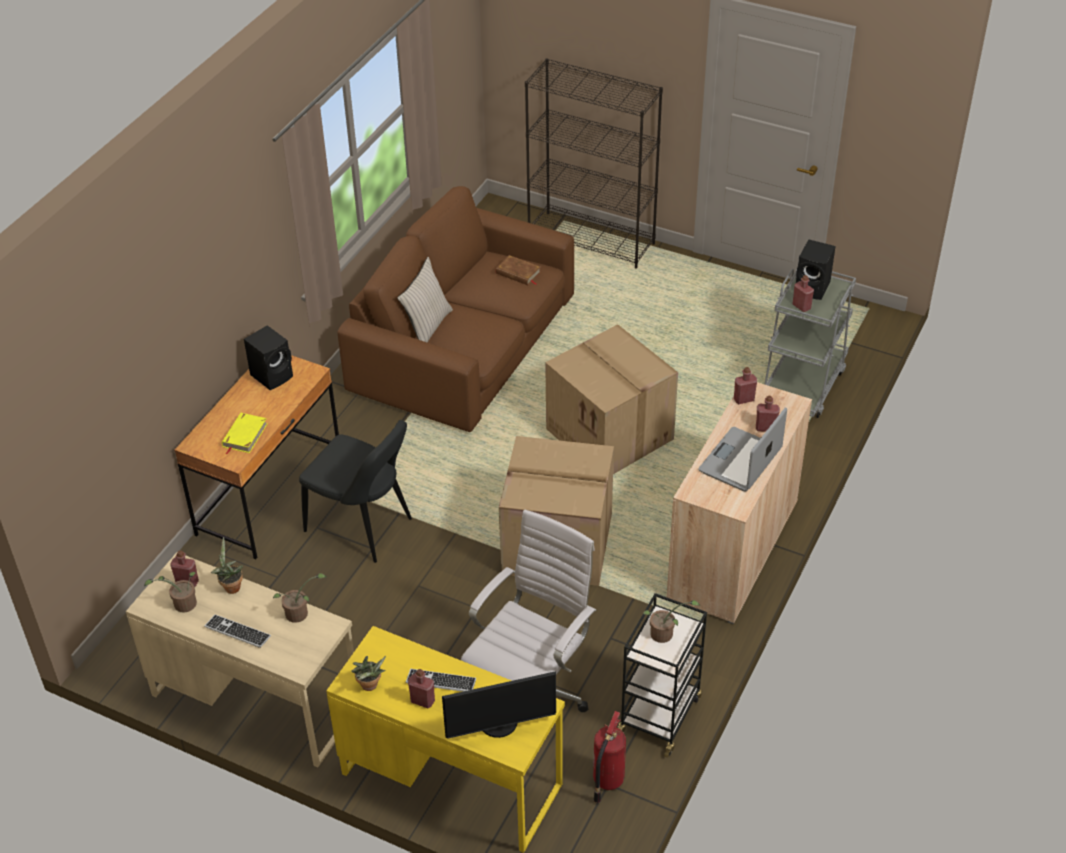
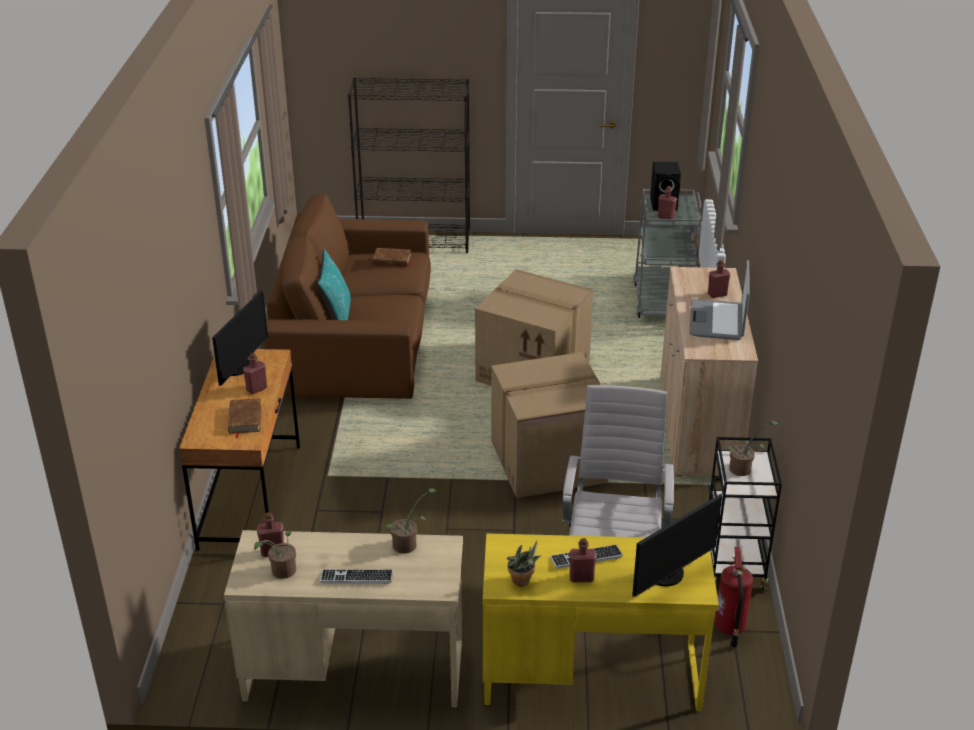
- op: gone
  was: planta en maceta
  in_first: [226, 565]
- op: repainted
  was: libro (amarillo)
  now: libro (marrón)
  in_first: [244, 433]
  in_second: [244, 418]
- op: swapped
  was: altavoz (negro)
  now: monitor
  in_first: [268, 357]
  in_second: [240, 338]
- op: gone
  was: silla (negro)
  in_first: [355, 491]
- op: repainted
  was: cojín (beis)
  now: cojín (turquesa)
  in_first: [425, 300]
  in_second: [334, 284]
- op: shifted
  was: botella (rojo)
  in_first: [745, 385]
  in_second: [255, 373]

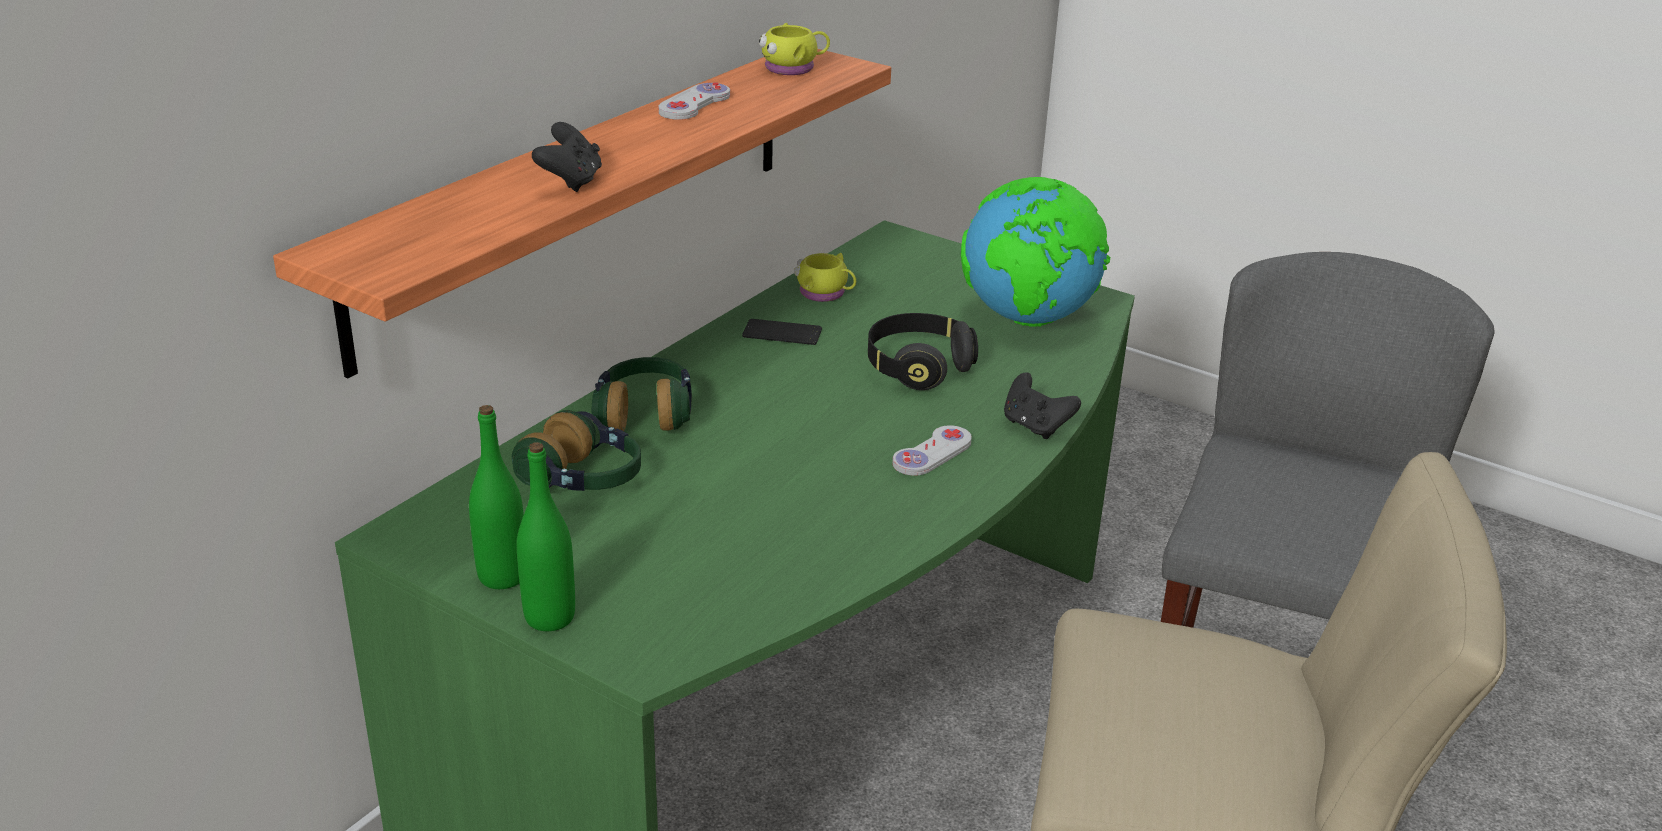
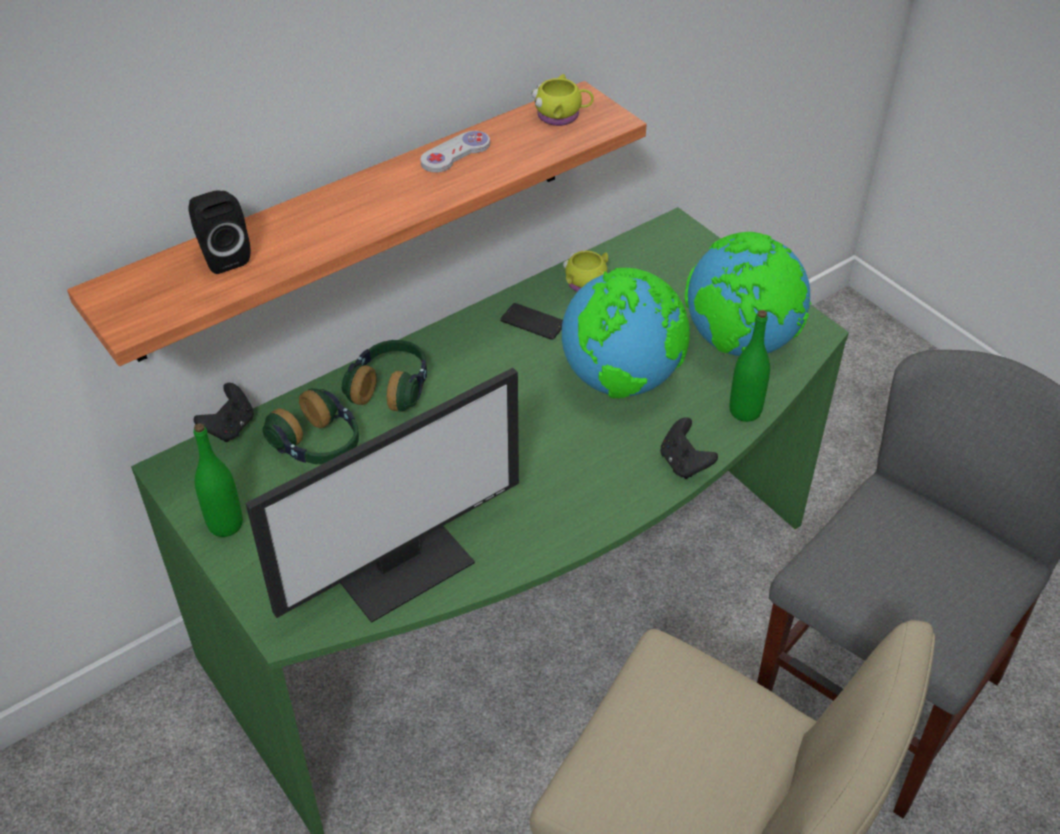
- op: shifted
  was: botella (verde)
  in_first: [546, 536]
  in_second: [750, 366]
- op: shifted
  was: mando de consola (negro)
  in_first: [567, 157]
  in_second: [224, 412]
- op: swapped
  was: auriculares (negro)
  now: globo terráqueo
  in_first: [923, 351]
  in_second: [626, 333]
- op: gone
  was: mando de consola (blanco)
  in_first: [932, 450]
- op: new
  now: altavoz (negro)
  in_second: [219, 232]
- op: new
  now: monitor
  in_second: [382, 495]

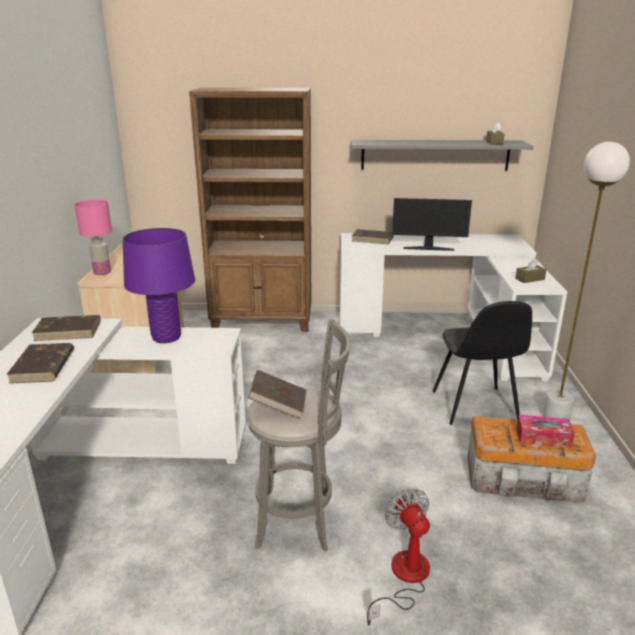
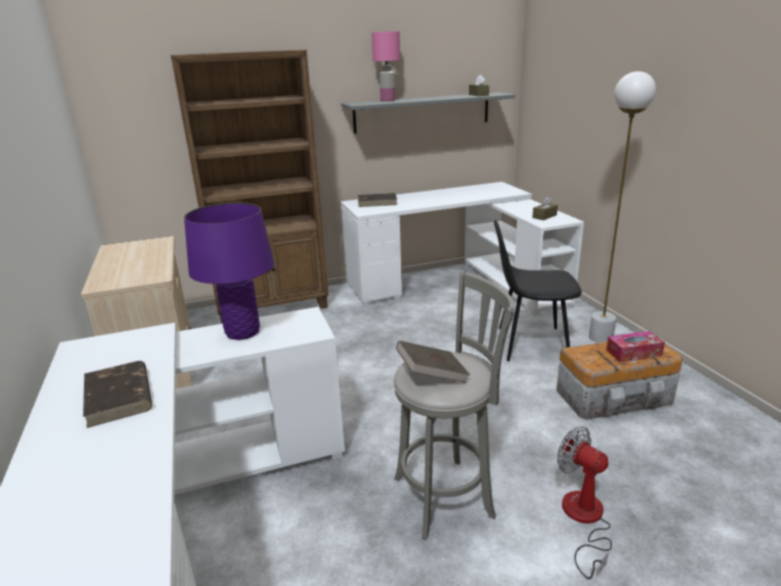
- op: gone
  was: libro (marrón)
  in_first: [66, 328]
- op: shifted
  was: lámpara de mesa (rosa)
  in_first: [93, 237]
  in_second: [386, 66]
- op: gone
  was: monitor
  in_first: [432, 224]
- op: rotated
  was: silla (negro)
  in_first: [482, 363]
  in_second: [538, 290]
  clockwise: 120

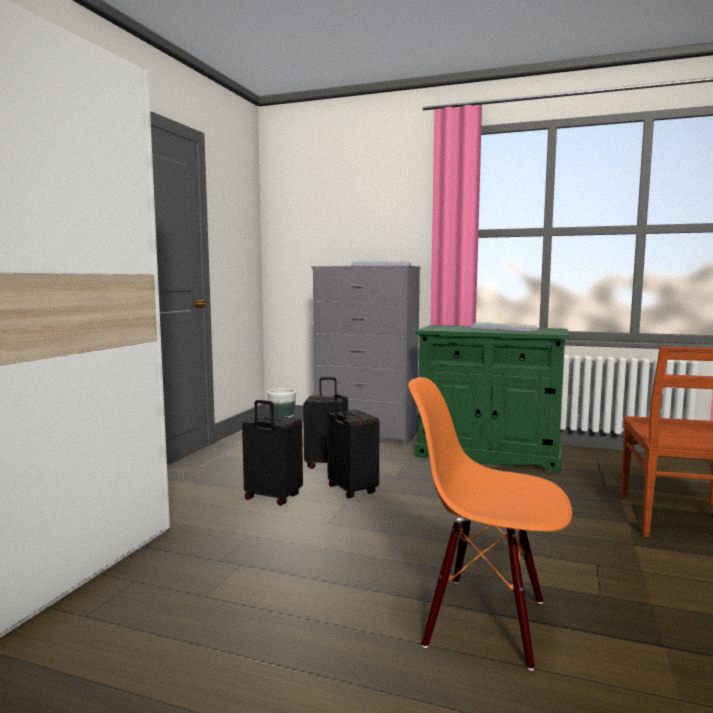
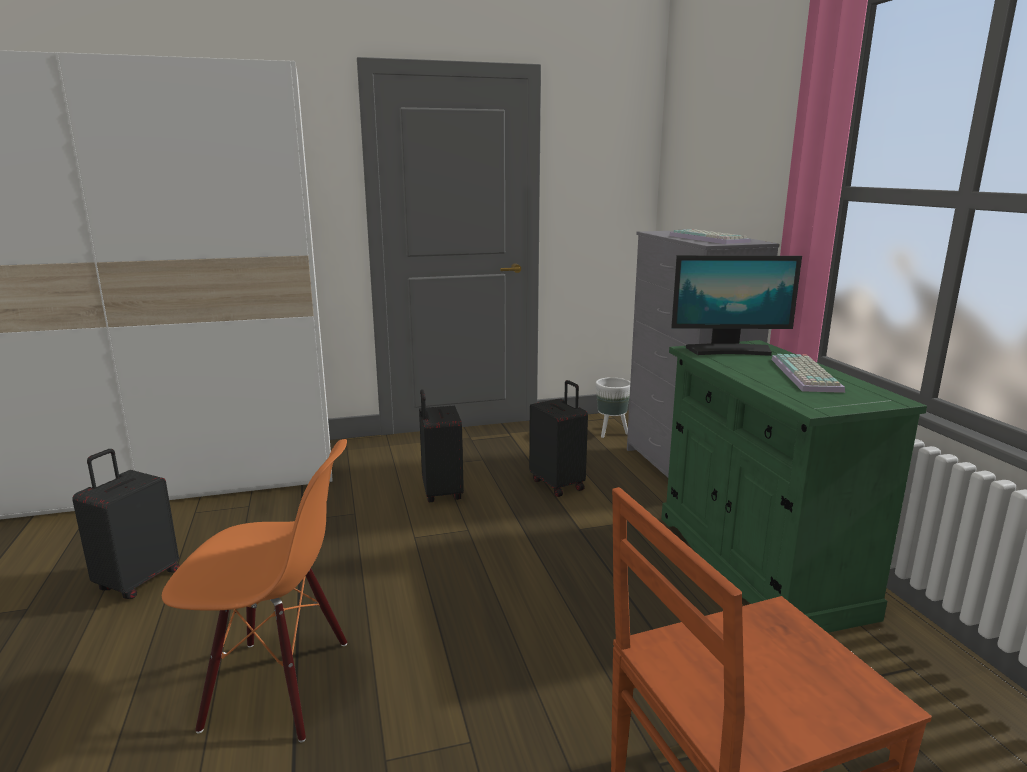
- op: shifted
  was: maleta (negro)
  in_first: [353, 446]
  in_second: [126, 524]
- op: rotated
  was: silla (naranja)
  in_first: [490, 524]
  in_second: [254, 590]
  clockwise: 105
- op: new
  now: monitor
  in_second: [736, 305]

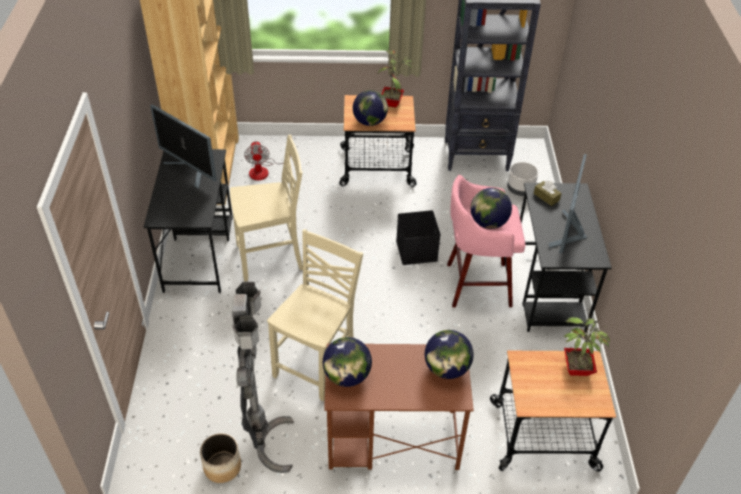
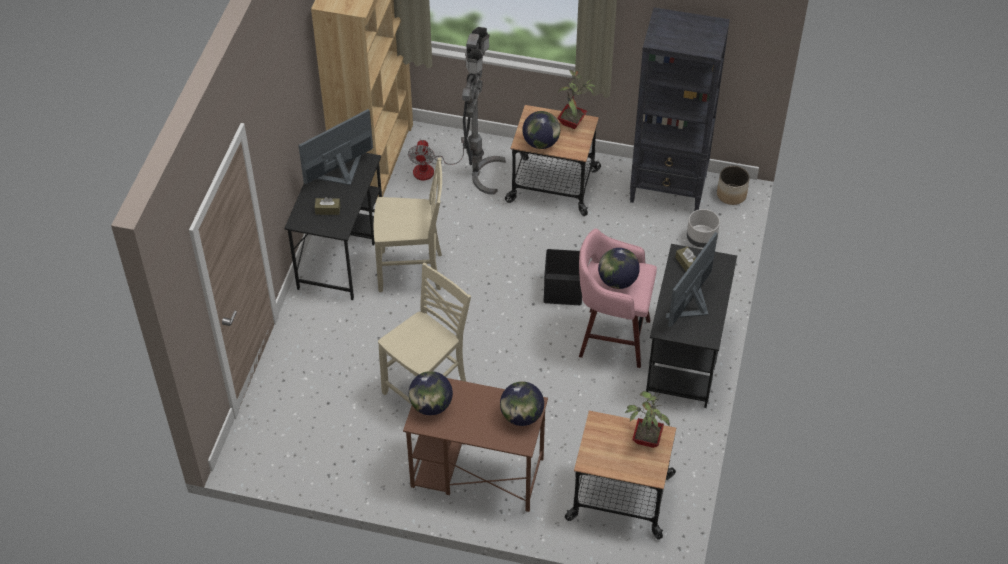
- op: rotated
  was: monitor
  in_first: [183, 146]
  in_second: [335, 147]
  clockwise: 90
- op: shifted
  was: maceta
  in_first: [220, 458]
  in_second: [733, 185]
- op: shifted
  was: lámpara de pie (gris)
  in_first: [263, 377]
  in_second: [484, 111]
- op: new
  now: caja de pañuelos (marrón)
  in_second: [327, 206]

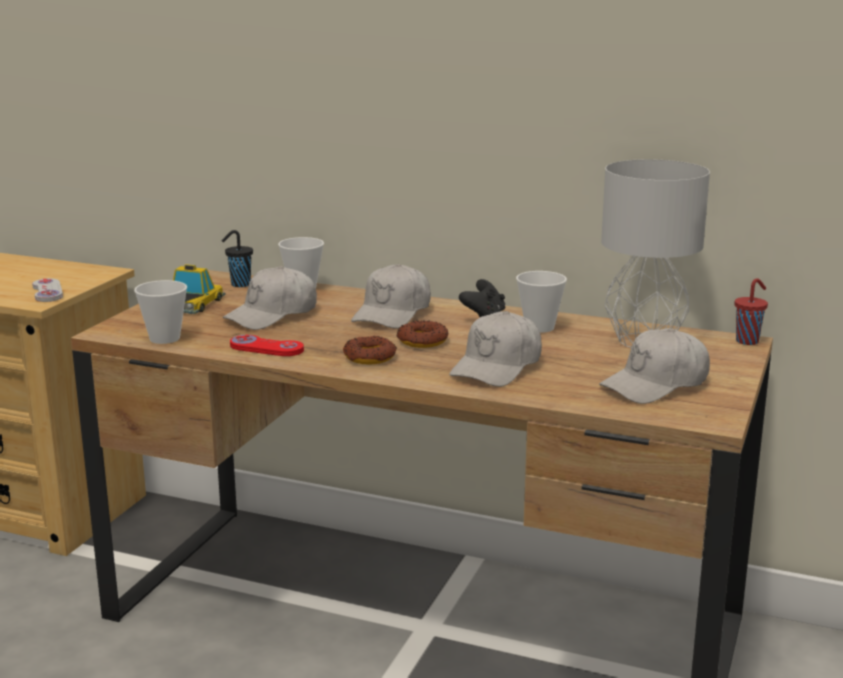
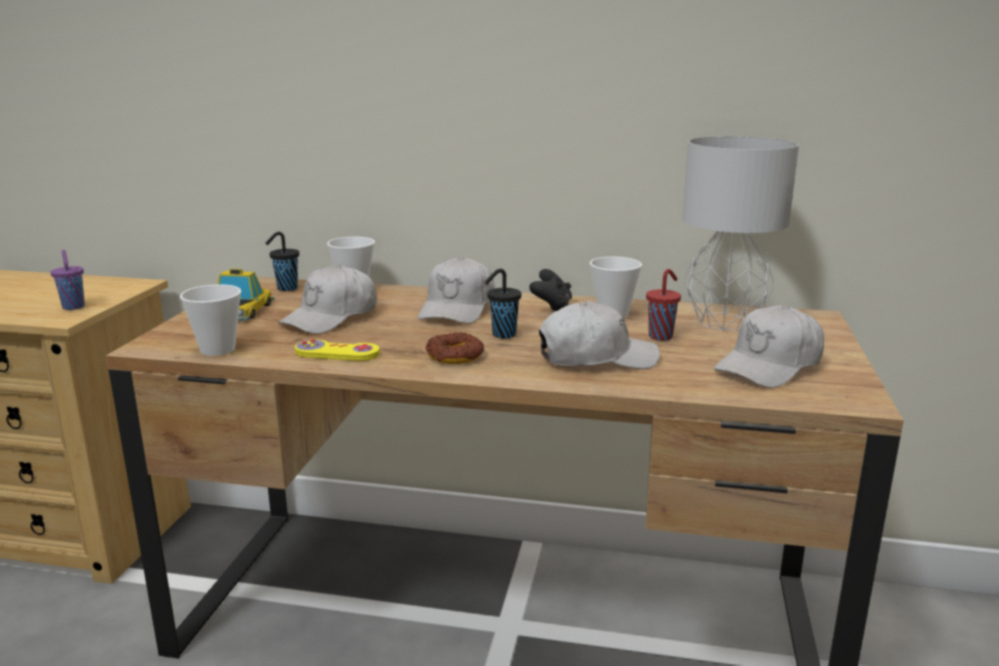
- op: swapped
  was: mando de consola (blanco)
  now: taza (morado)
  in_first: [47, 290]
  in_second: [68, 280]
- op: repainted
  was: mando de consola (rojo)
  now: mando de consola (amarillo)
  in_first: [267, 345]
  in_second: [337, 350]
- op: swapped
  was: rosquilla
  now: taza (negro)
  in_first: [422, 334]
  in_second: [503, 304]
- op: rotated
  was: gorra (blanco)
  in_first: [495, 349]
  in_second: [599, 335]
  clockwise: -120
- op: shifted
  was: taza (rojo)
  in_first: [751, 311]
  in_second: [663, 305]

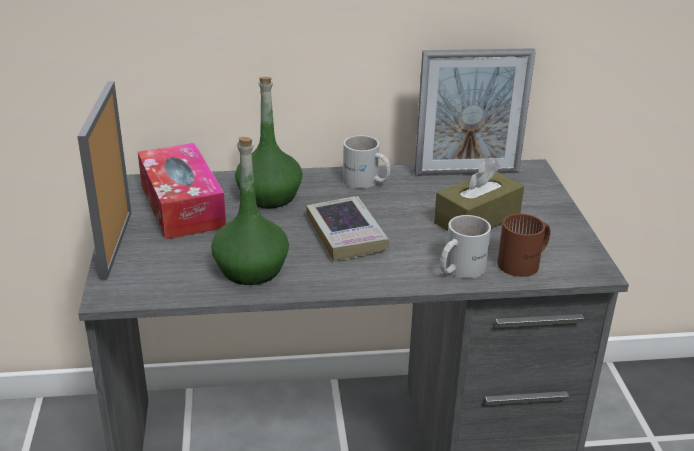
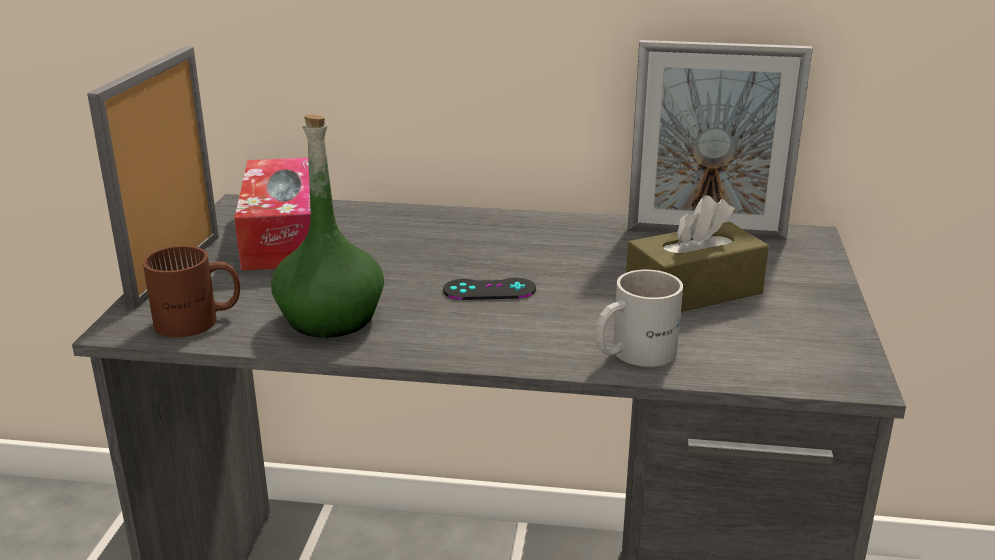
- op: gone
  was: botella (verde)
  in_first: [269, 142]
- op: swapped
  was: libro
  now: mando de consola (negro)
  in_first: [347, 228]
  in_second: [489, 289]
- op: gone
  was: taza grande (blanco)
  in_first: [367, 161]
- op: shifted
  was: taza grande (marrón)
  in_first: [523, 245]
  in_second: [191, 291]

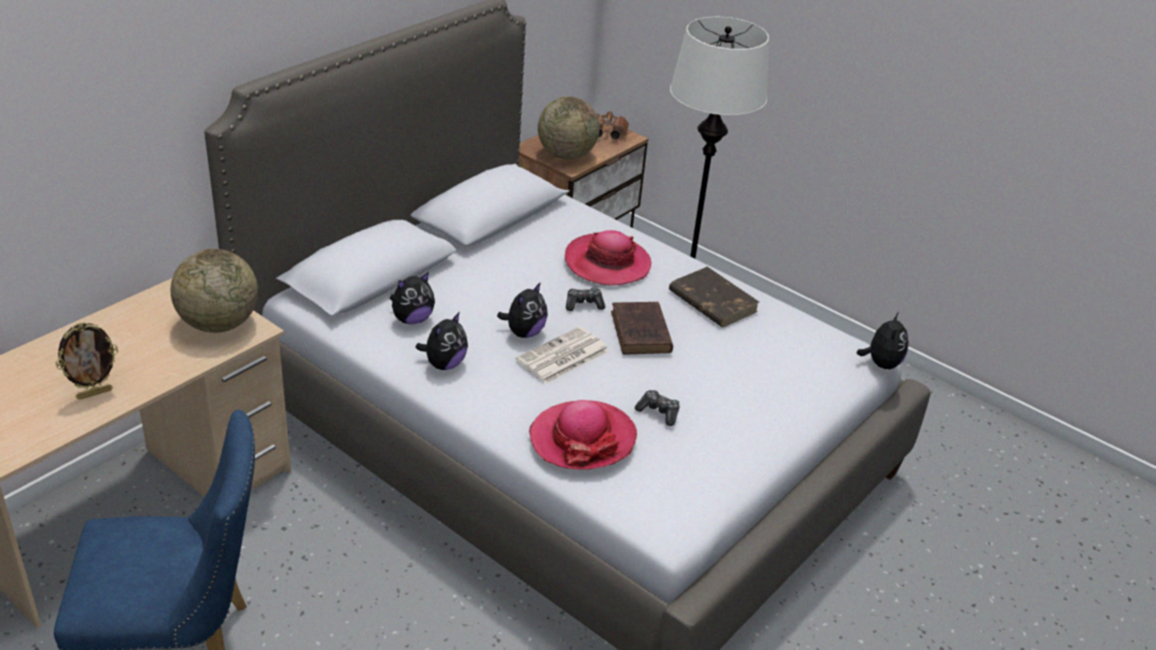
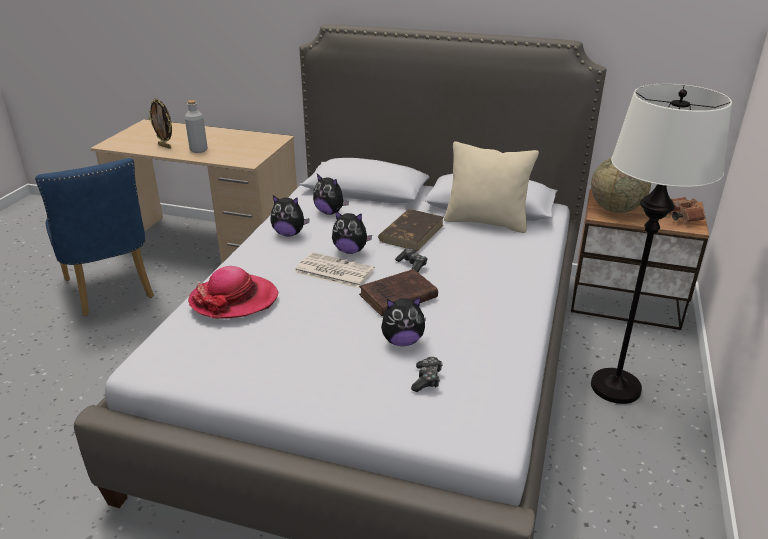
- op: gone
  was: globo terráqueo
  in_first: [214, 291]
- op: gone
  was: sombrero
  in_first: [608, 258]
- op: shifted
  was: mando de consola
  in_first: [657, 408]
  in_second: [427, 374]
- op: shifted
  was: libro (marrón)
  in_first: [714, 297]
  in_second: [411, 230]
- op: shifted
  was: peluche
  in_first: [882, 340]
  in_second: [403, 321]
- op: new
  now: botella (gris)
  in_second: [196, 126]
- op: new
  now: cojín (beis)
  in_second: [491, 187]

